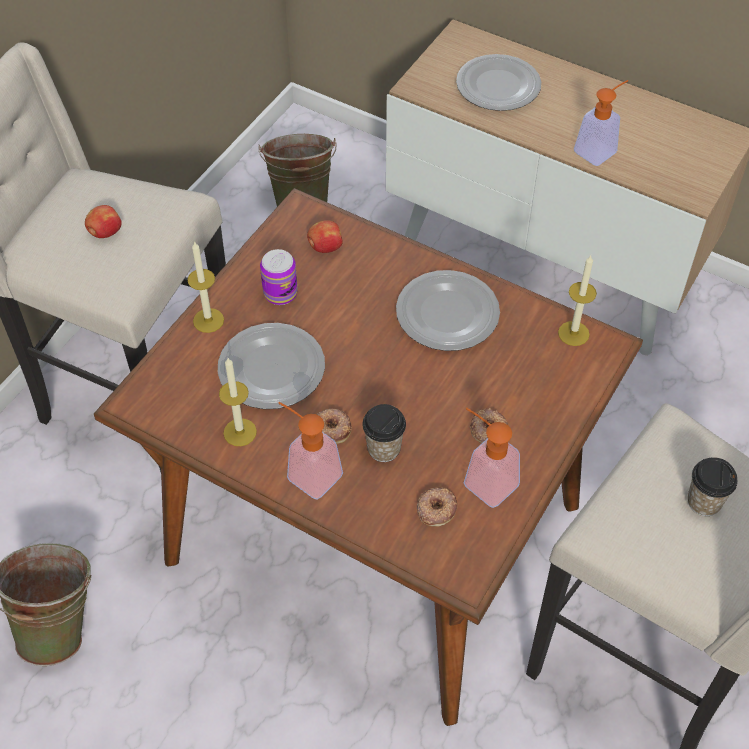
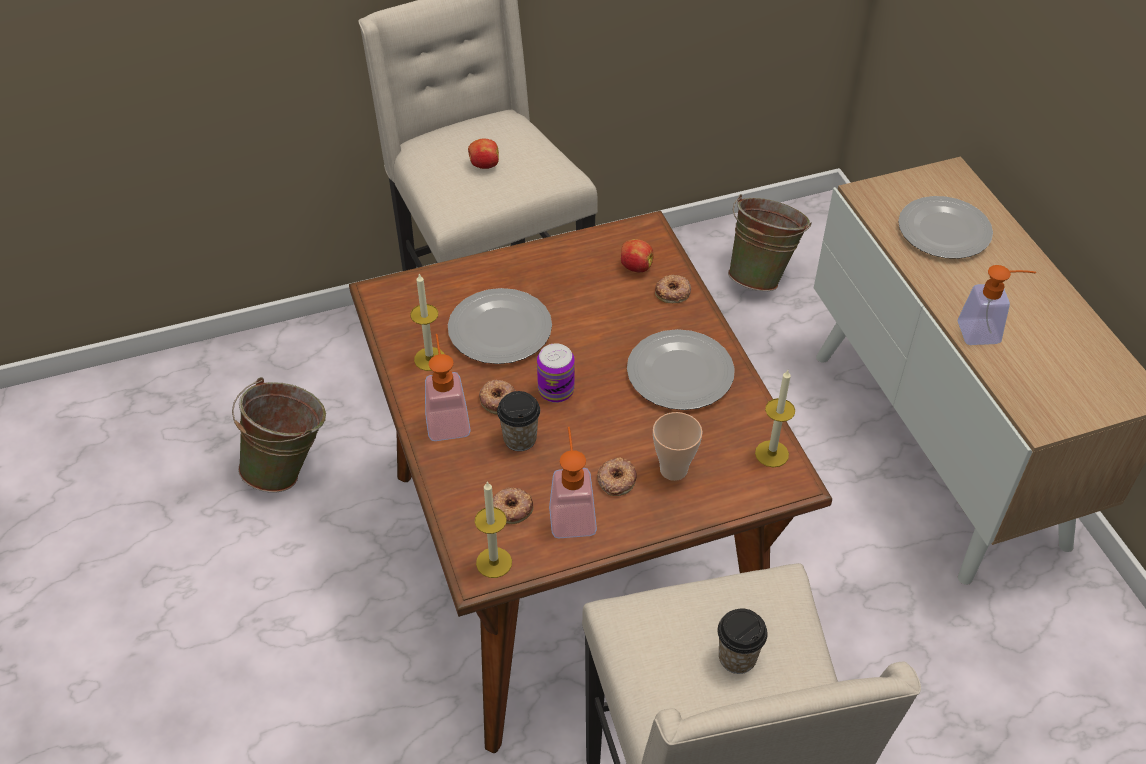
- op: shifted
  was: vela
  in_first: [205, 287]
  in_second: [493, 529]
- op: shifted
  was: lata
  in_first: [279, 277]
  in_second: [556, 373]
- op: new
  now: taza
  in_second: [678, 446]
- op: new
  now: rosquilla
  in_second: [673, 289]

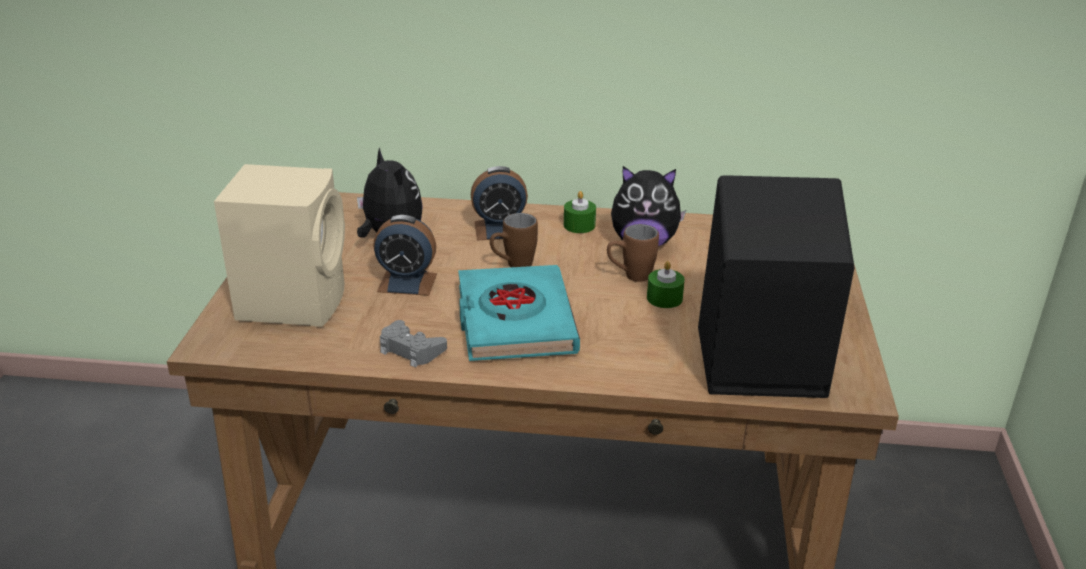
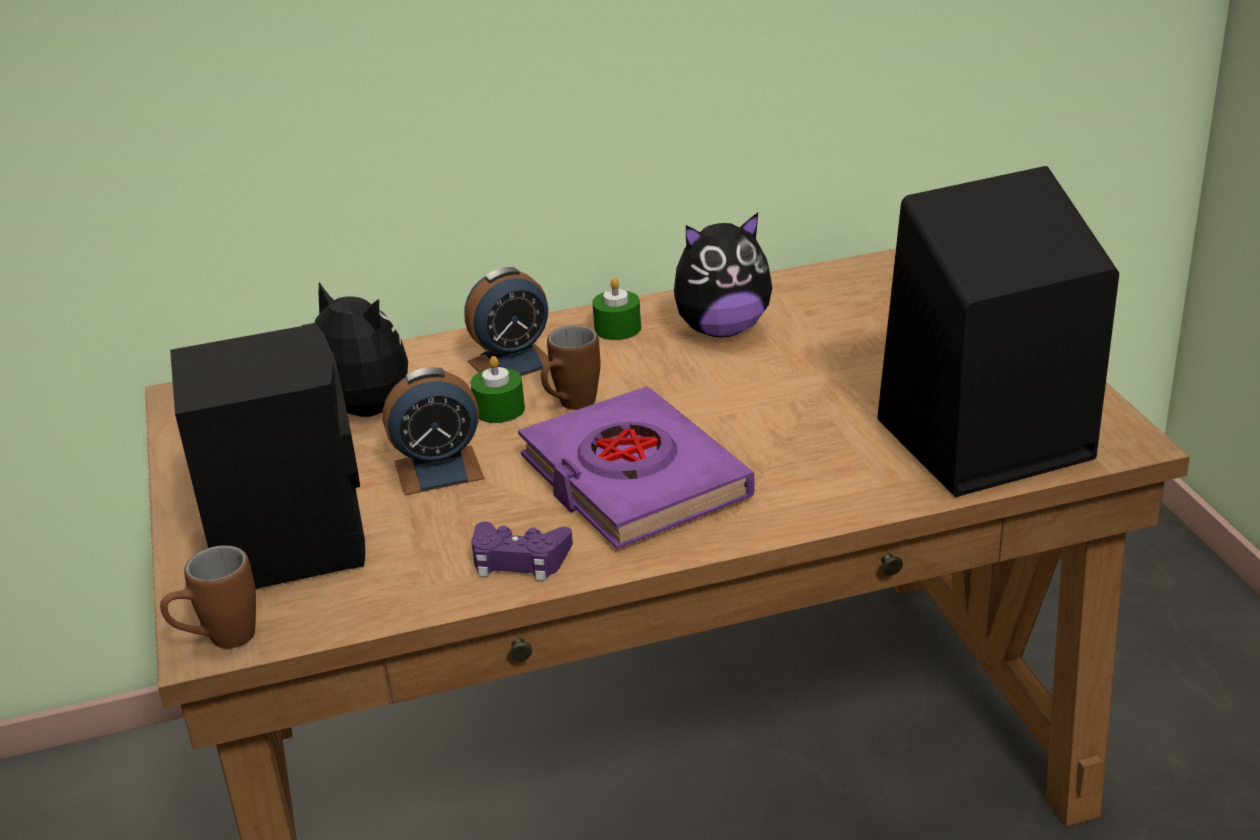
- op: repainted
  was: altavoz (beis)
  now: altavoz (negro)
  in_first: [279, 245]
  in_second: [267, 456]
- op: repainted
  was: mando de consola (gris)
  now: mando de consola (morado)
  in_first: [413, 344]
  in_second: [522, 551]
- op: repainted
  was: libro (turquesa)
  now: libro (morado)
  in_first: [519, 313]
  in_second: [636, 467]
- op: shifted
  was: taza grande (marrón)
  in_first: [633, 253]
  in_second: [208, 597]
- op: shifted
  was: vela (verde)
  in_first: [666, 284]
  in_second: [497, 389]

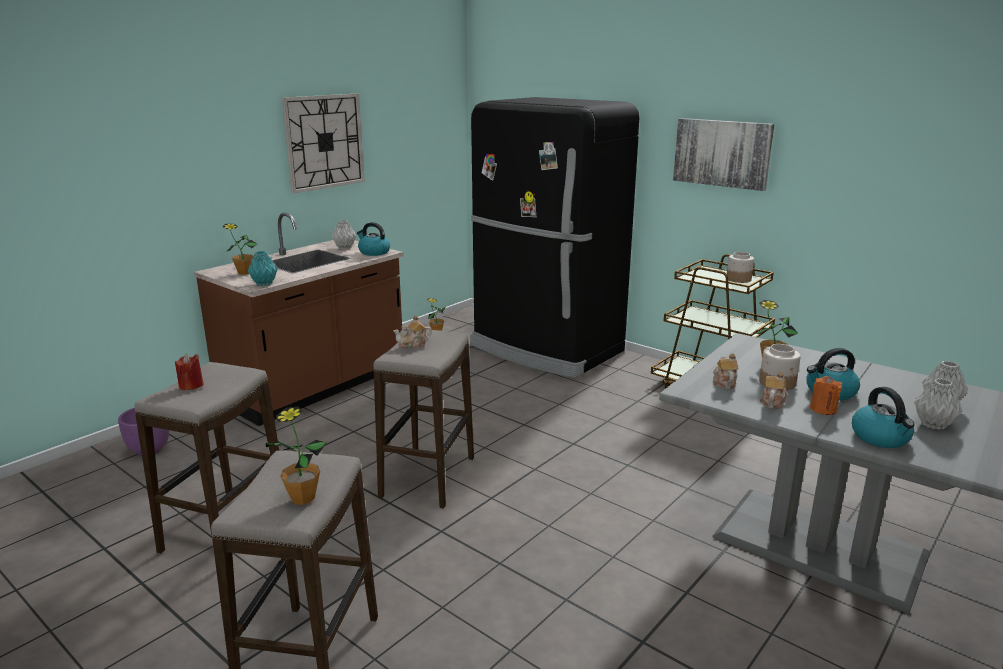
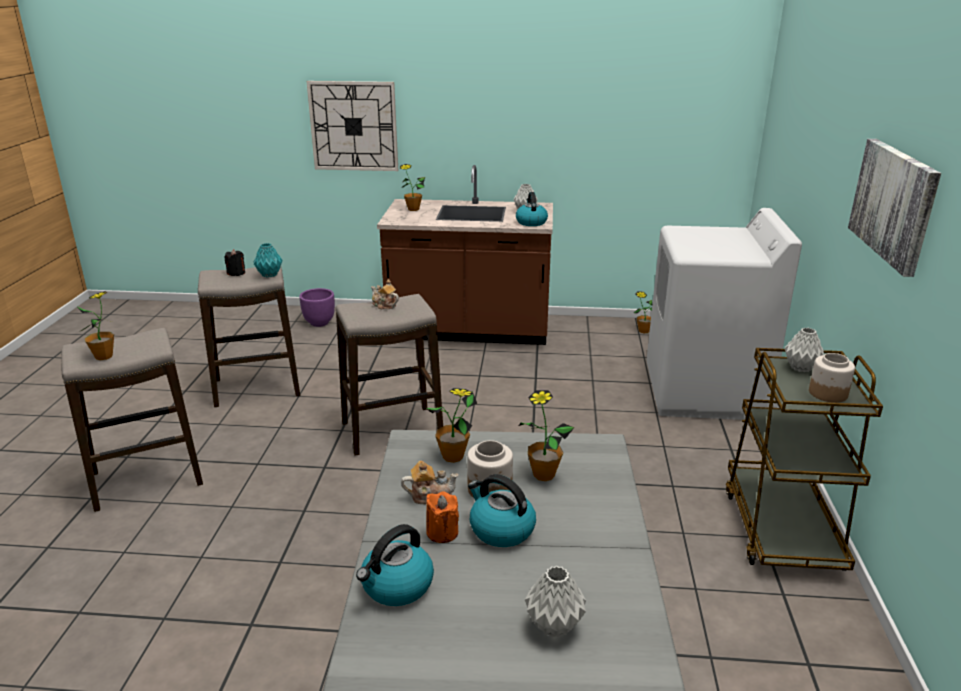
- op: repainted
  was: vela (rojo)
  now: vela (negro)
  in_first: [189, 372]
  in_second: [234, 262]
- op: shifted
  was: florero (turquesa)
  in_first: [263, 268]
  in_second: [268, 260]
- op: shifted
  was: reloj de pared
  in_first: [323, 143]
  in_second: [352, 126]
- op: swapped
  was: nevera (negro)
  now: lavadora (blanco)
  in_first: [554, 237]
  in_second: [724, 314]
- op: swapped
  was: tetera
  now: planta en maceta
  in_first: [725, 371]
  in_second: [451, 425]
- op: shifted
  was: florero (gris)
  in_first: [938, 404]
  in_second: [804, 350]

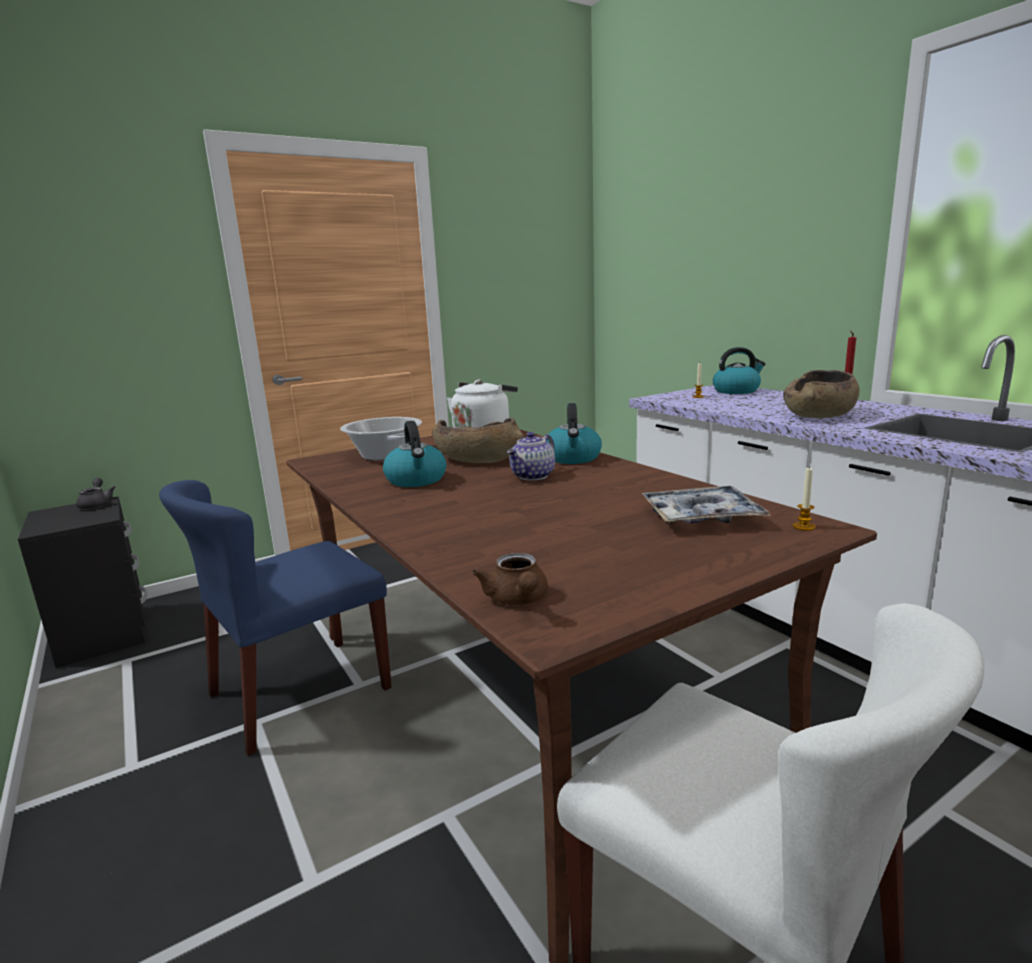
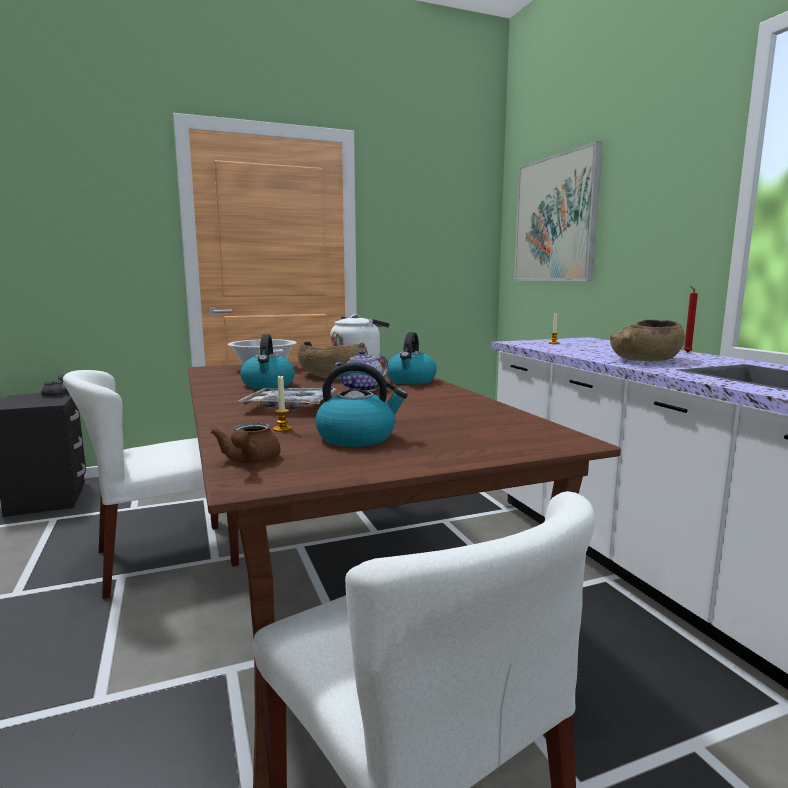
- op: repainted
  was: silla (azul)
  now: silla (blanco)
  in_first: [275, 618]
  in_second: [151, 484]
- op: shifted
  was: bandeja
  in_first: [706, 505]
  in_second: [287, 398]
- op: shifted
  was: hervidor
  in_first: [739, 370]
  in_second: [361, 404]
- op: shifted
  was: vela
  in_first: [804, 498]
  in_second: [282, 403]
- op: new
  now: cuadro
  in_second: [558, 211]

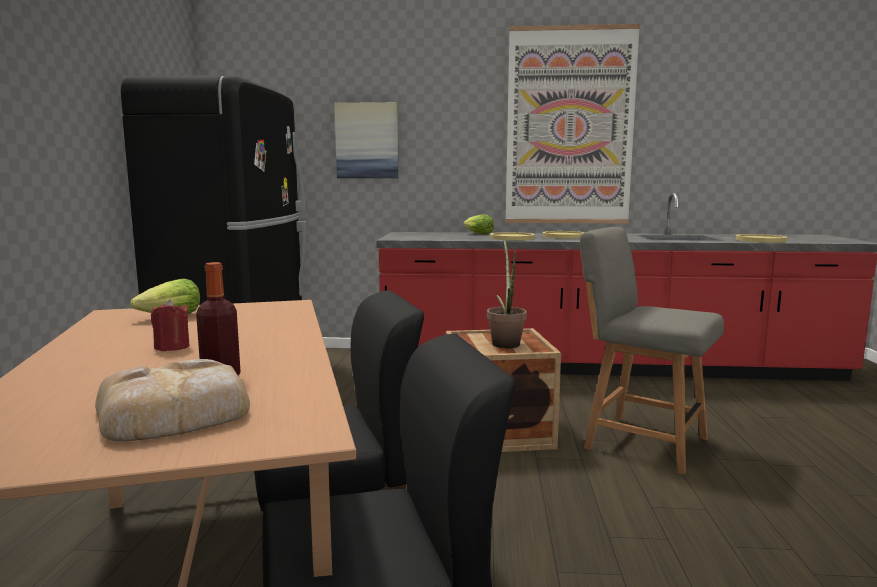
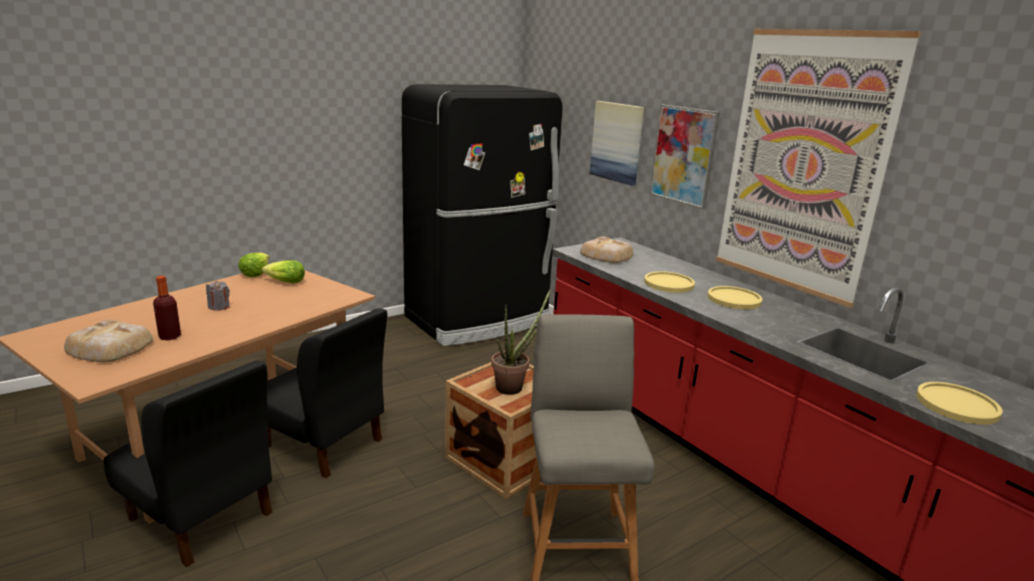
- op: repainted
  was: vela (rojo)
  now: vela (gris)
  in_first: [170, 325]
  in_second: [218, 295]
- op: shifted
  was: lechuga
  in_first: [478, 224]
  in_second: [253, 264]
- op: new
  now: pan
  in_second: [606, 250]
- op: new
  now: cuadro
  in_second: [685, 157]

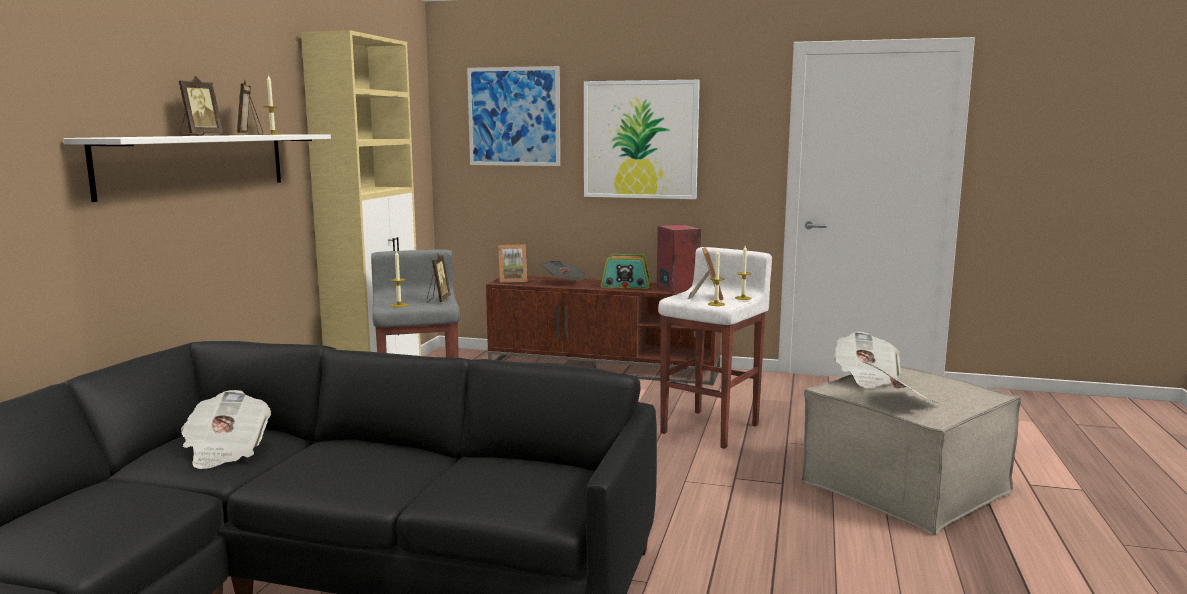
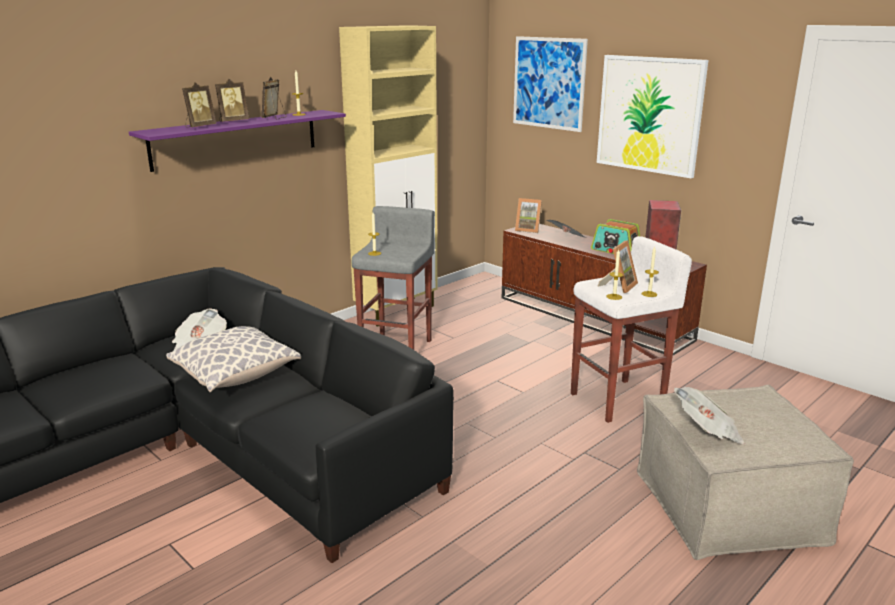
- op: repainted
  was: estante (blanco)
  now: estante (morado)
  in_first: [197, 168]
  in_second: [237, 141]
- op: shifted
  was: portarretratos
  in_first: [439, 278]
  in_second: [199, 104]
- op: gone
  was: periódico
  in_first: [867, 360]
- op: new
  now: cojín
  in_second: [233, 359]

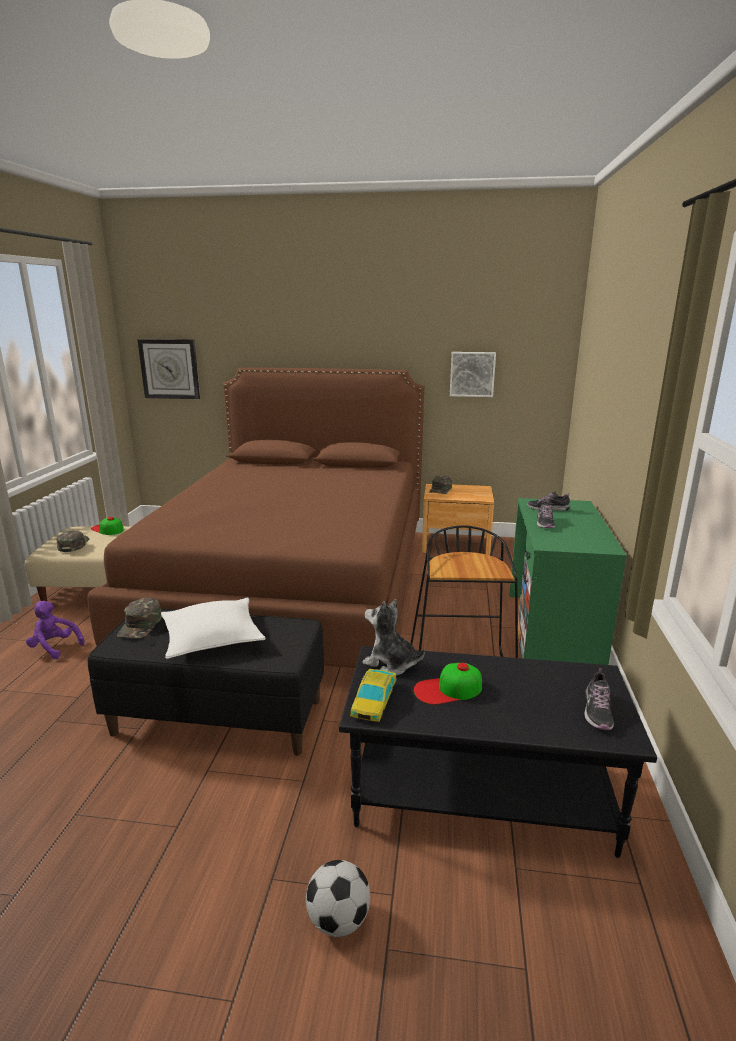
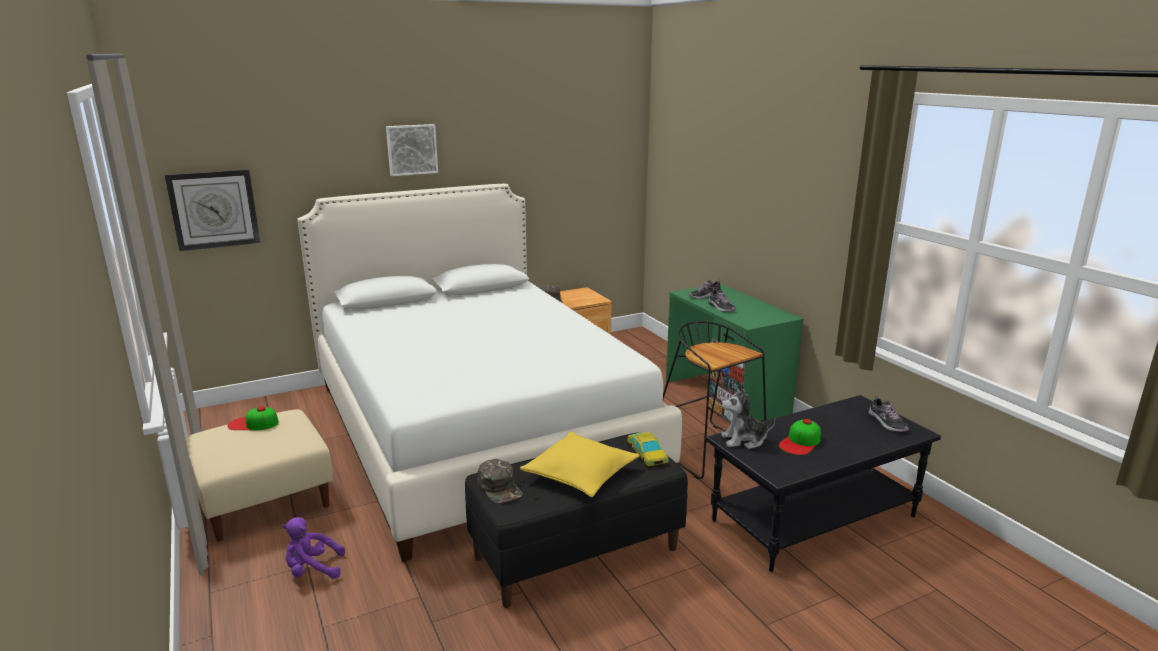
- op: gone
  was: gorra (verde)
  in_first: [72, 541]
- op: repainted
  was: cama (marrón)
  now: cama (blanco)
  in_first: [255, 517]
  in_second: [489, 373]
- op: repainted
  was: cojín (blanco)
  now: cojín (amarillo)
  in_first: [213, 628]
  in_second: [579, 464]
- op: gone
  was: balón de fútbol
  in_first: [338, 898]
- op: shifted
  was: coche de juguete
  in_first: [373, 695]
  in_second: [648, 449]
- op: shifted
  was: cuadro
  in_first: [473, 374]
  in_second: [412, 150]

